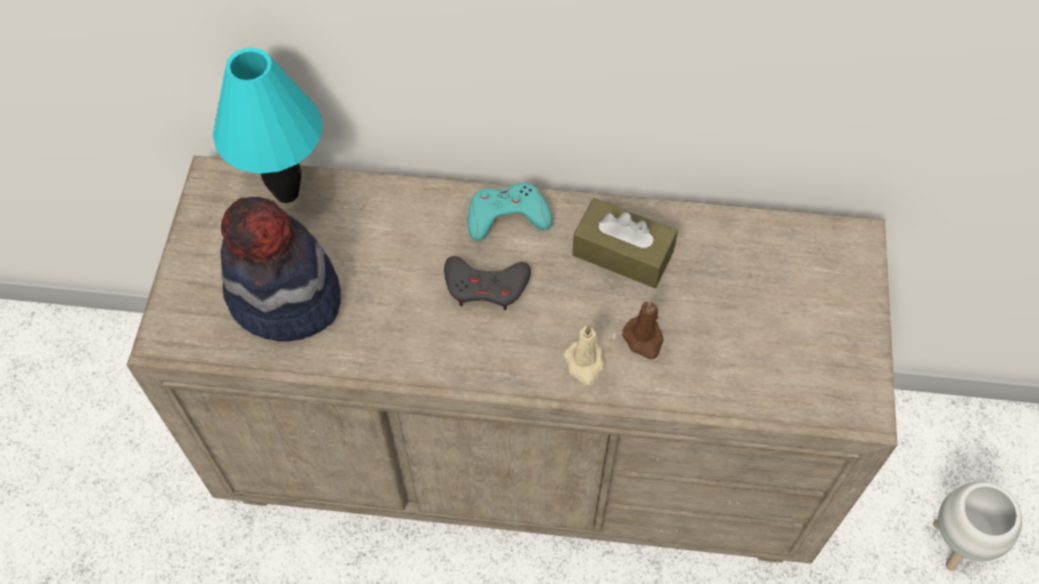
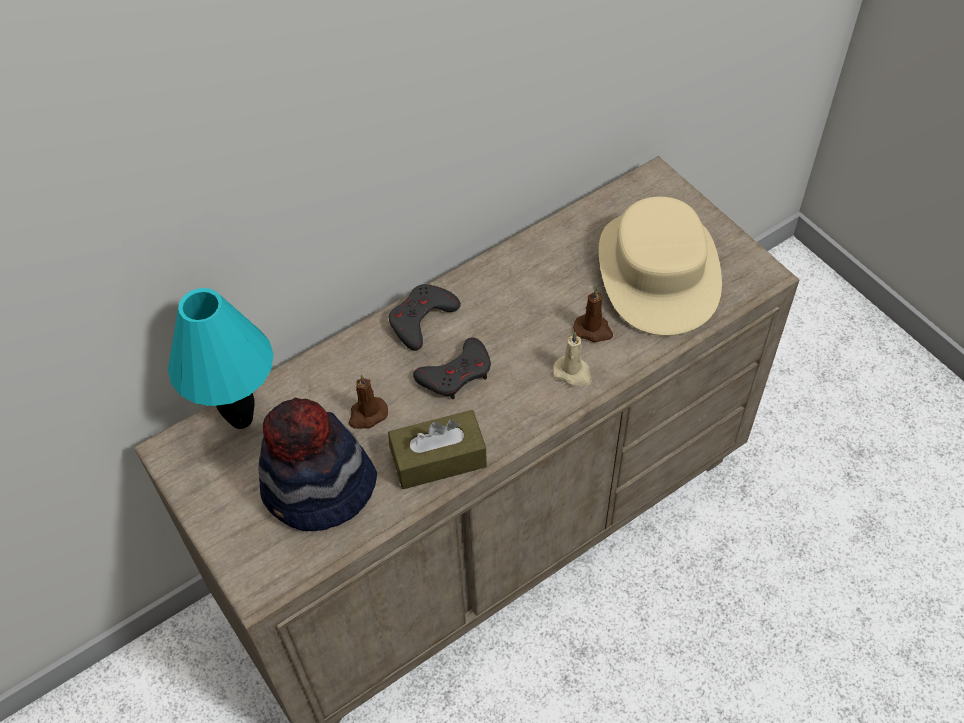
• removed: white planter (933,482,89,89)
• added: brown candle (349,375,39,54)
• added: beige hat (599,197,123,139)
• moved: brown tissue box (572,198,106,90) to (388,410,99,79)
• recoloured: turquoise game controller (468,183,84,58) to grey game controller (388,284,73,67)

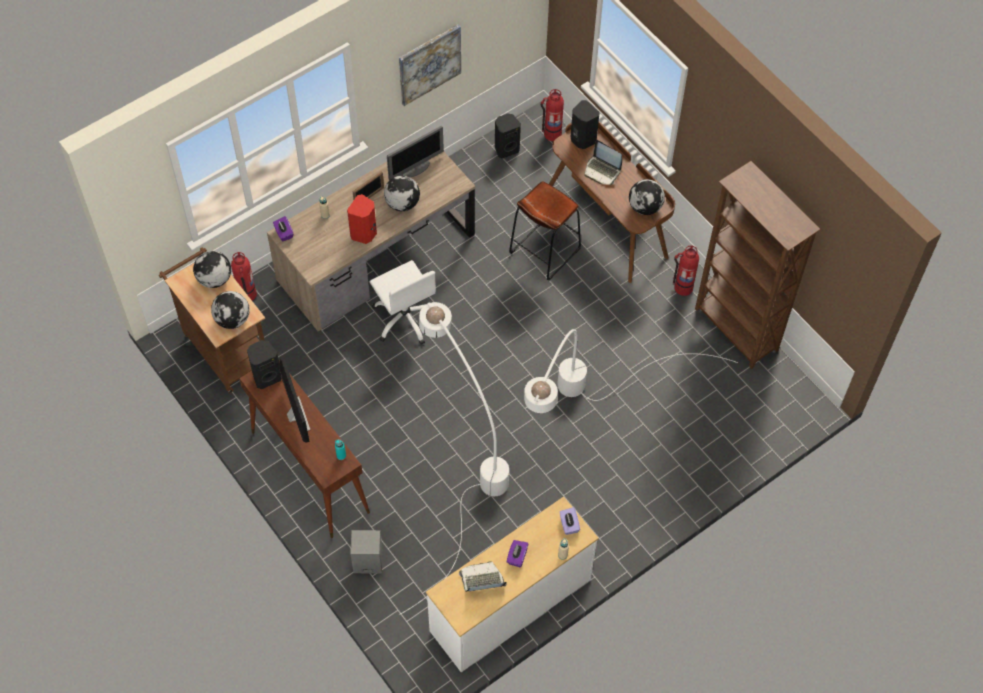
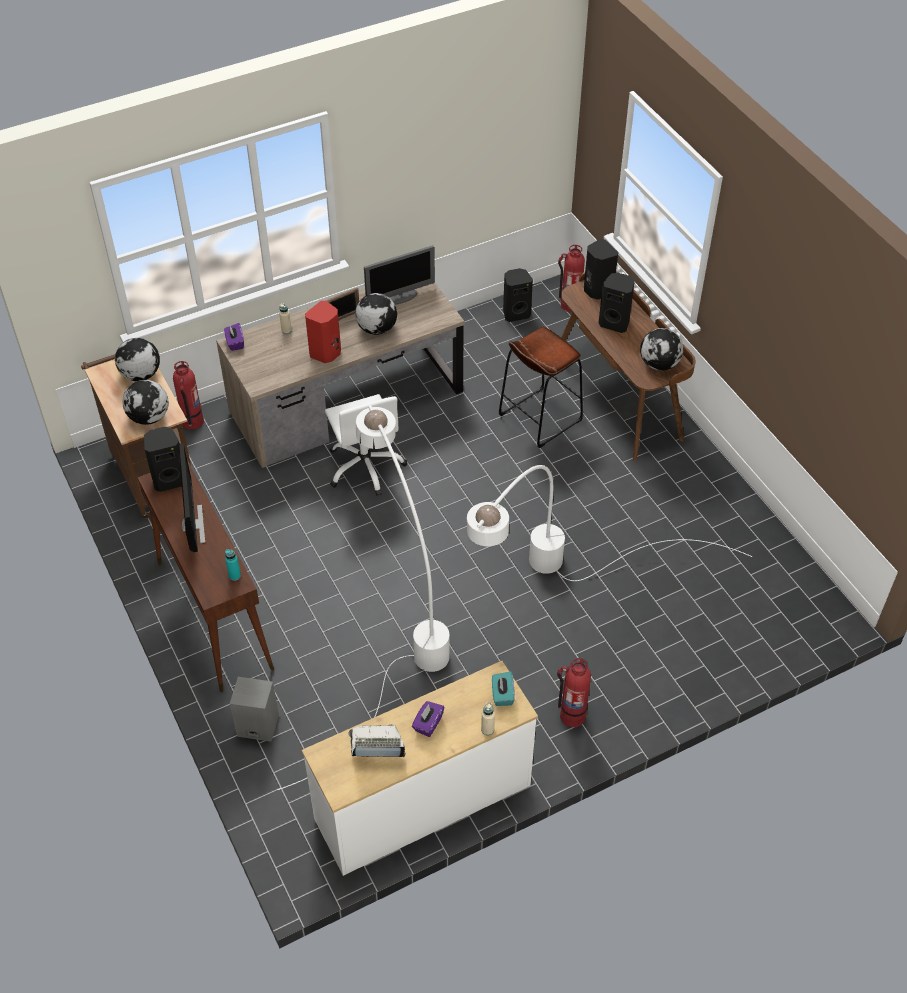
• removed: picture (399,24,62,82)
• removed: brown bookcase (695,161,126,208)
• moved: fire extinguisher (673,245,26,51) to (557,658,34,69)
• replaced: laptop (584,140,38,45) to black speaker (599,273,36,60)
• recoloured: purple tissue box (560,507,20,28) to turquoise tissue box (492,672,23,34)

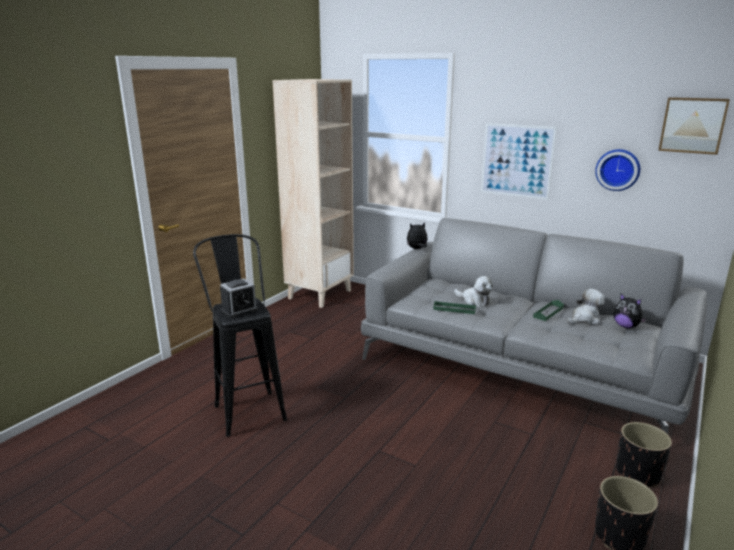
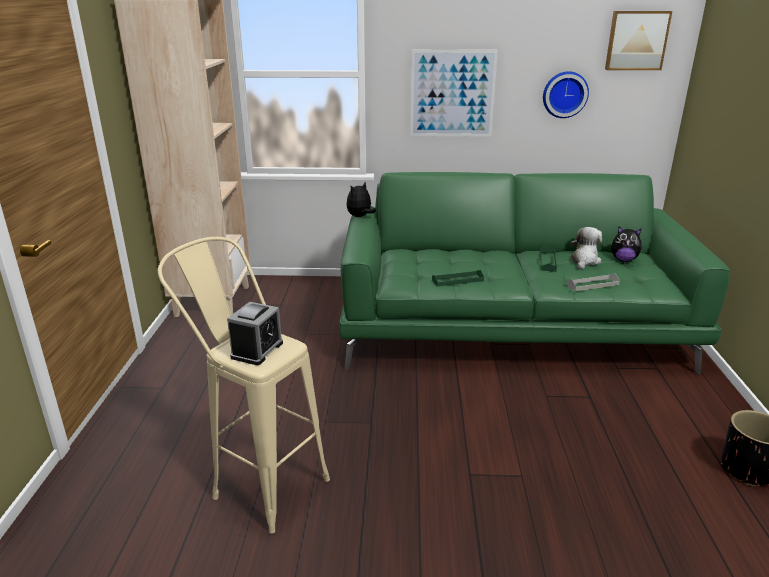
• removed: plush toy (454,276,39,31)
• removed: black planter (616,422,56,65)
• added: grey tray (567,274,53,17)
• recoloured: black stool (193,234,94,203) to beige stool (158,237,172,297)
• recoloured: grey sofa (361,218,346,216) to green sofa (339,172,391,203)

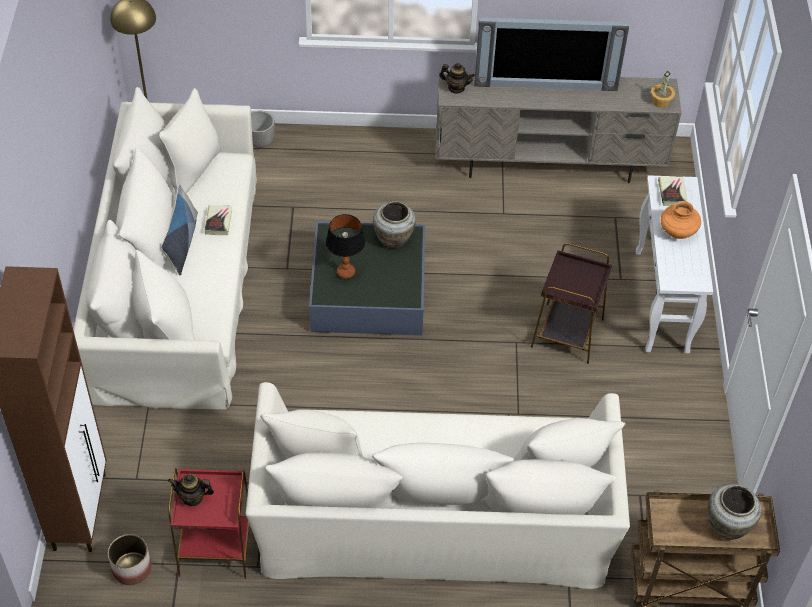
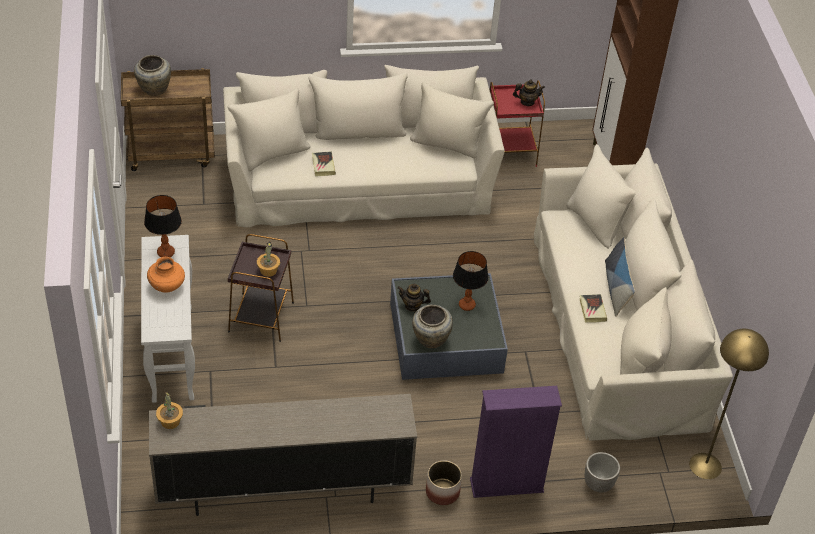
• removed: television (474,17,155,74)
• added: table lamp (144,195,38,62)
• added: potted plant (257,241,23,36)
• added: purple bookcase (470,386,92,112)
• moved: planter (108,534,44,51) to (426,460,36,45)
• moved: teapot (439,63,36,30) to (397,284,34,28)
• moved: book (658,176,30,30) to (312,152,24,24)

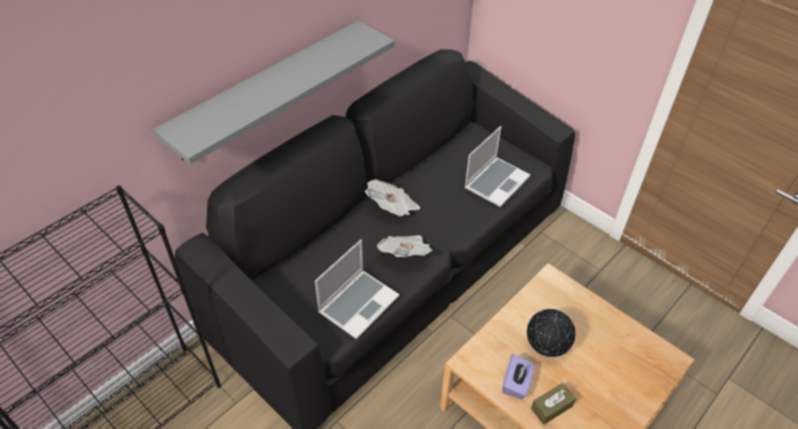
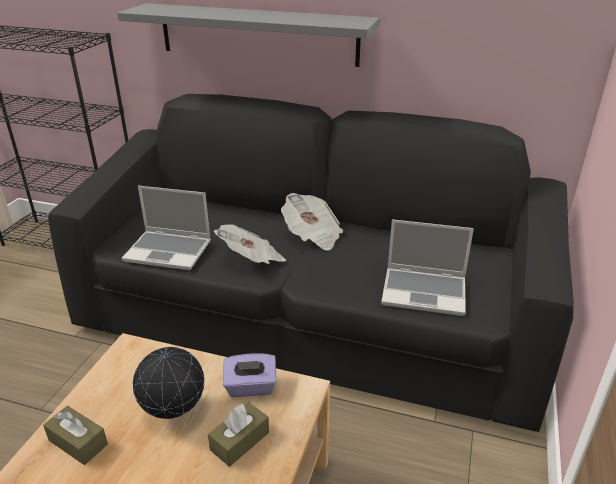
• added: brown tissue box (208,402,61,65)
• moved: purple tissue box (502,354,32,45) to (223,353,53,44)

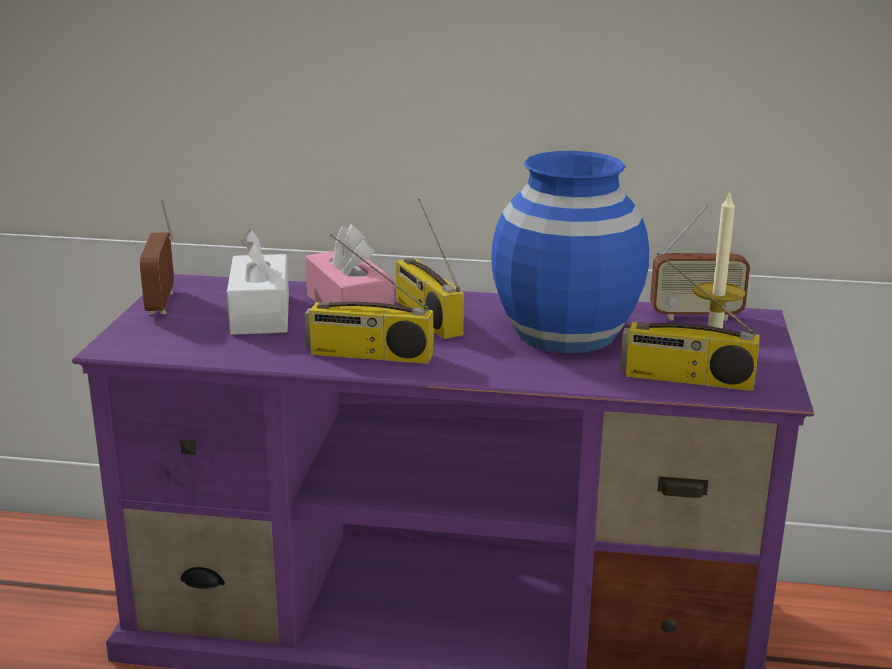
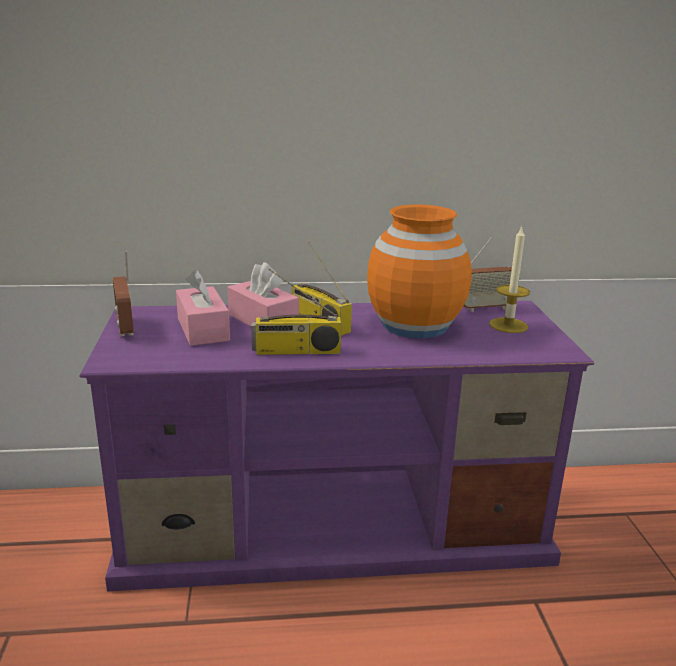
• removed: radio (620,252,140,139)
• recoloured: white tissue box (227,229,62,106) to pink tissue box (176,270,54,76)
• recoloured: blue vase (491,151,158,202) to orange vase (367,204,105,135)

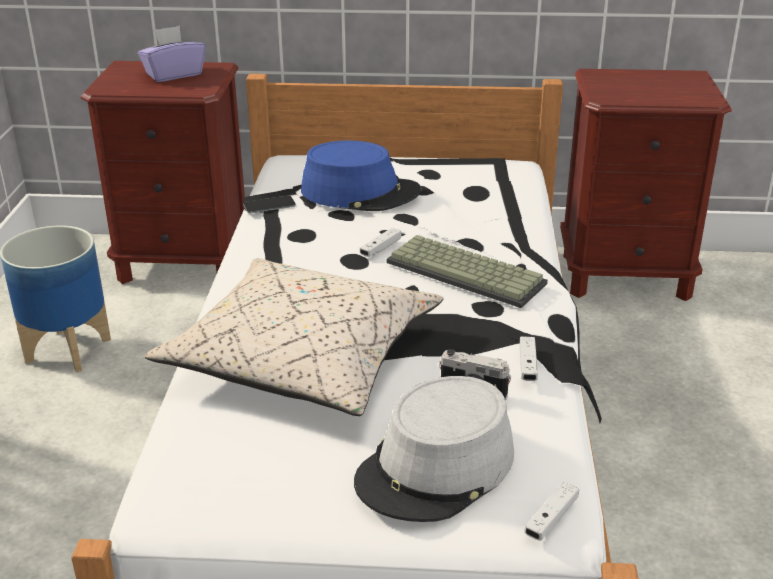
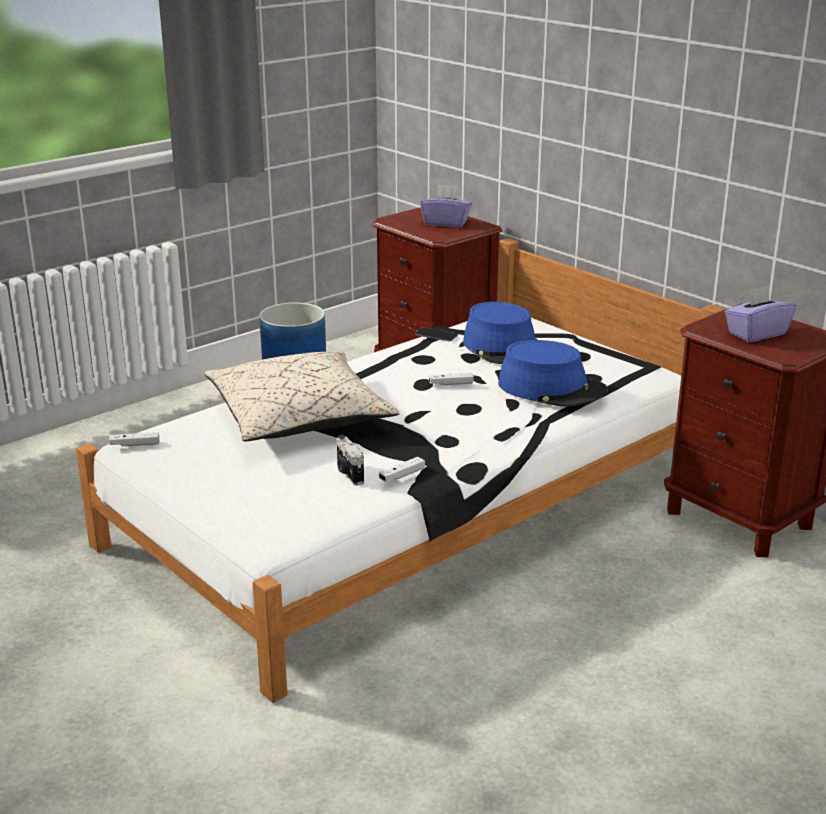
• removed: grey hat (354,376,160,146)
• removed: keyboard (387,235,161,73)
• added: blue hat (498,340,110,67)
• added: purple tissue box (725,285,71,57)
• moved: white game controller (524,482,55,58) to (109,432,50,15)

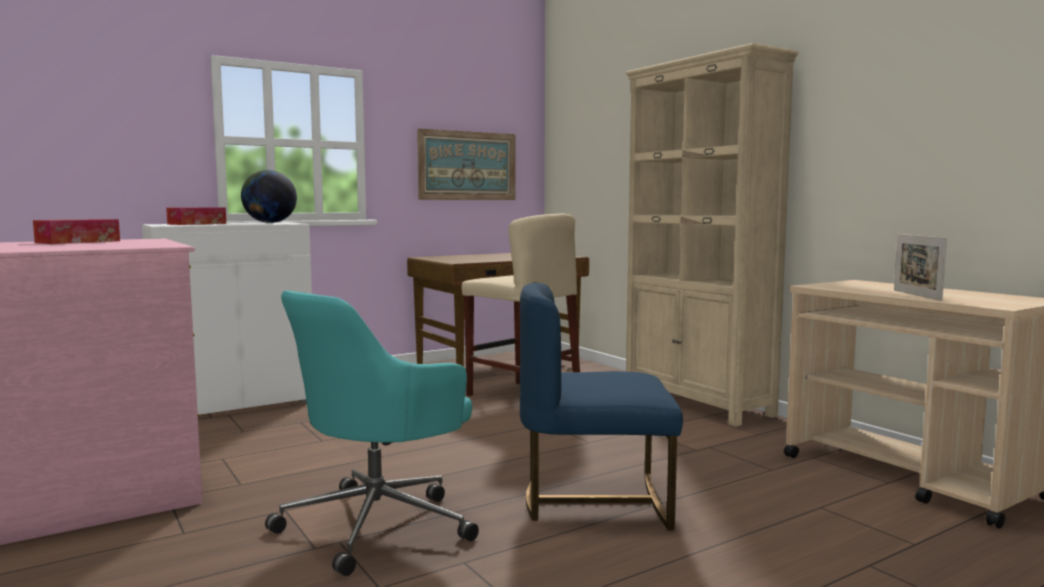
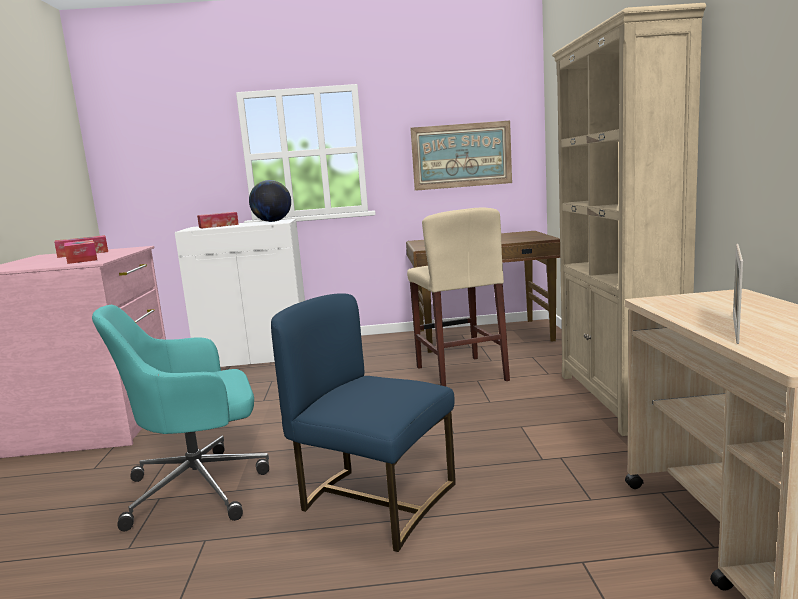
• added: tissue box (64,240,33,24)

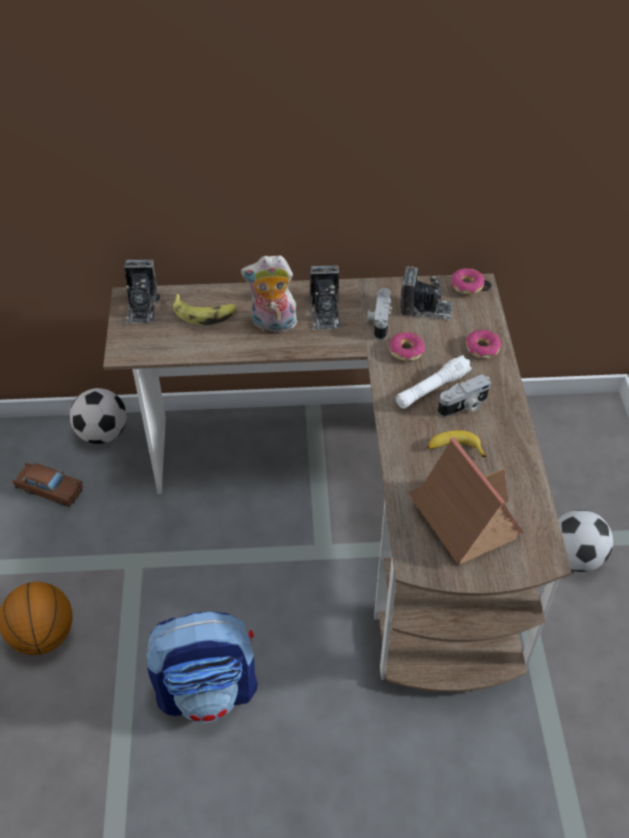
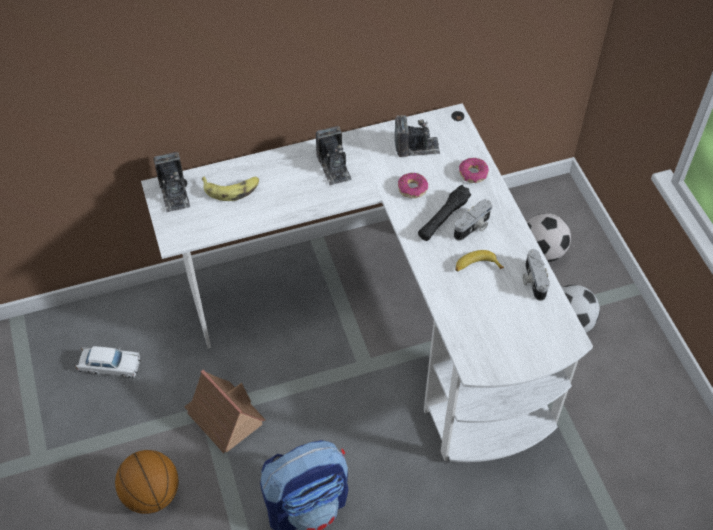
• removed: plush toy (241,255,56,77)
• removed: donut (452,268,32,26)
• moved: football (70,388,57,56) to (527,213,44,49)
• moved: photo camera (367,288,25,52) to (523,249,27,52)
• moved: toy house (408,437,116,128) to (184,370,82,83)
• recoloured: brown toy car (12,463,71,44) to white toy car (76,346,65,32)
• recoloured: brown desk (103,273,469,419) to white desk (141,103,452,359)
• recoloured: white flashlight (396,355,76,54) to black flashlight (418,185,53,56)

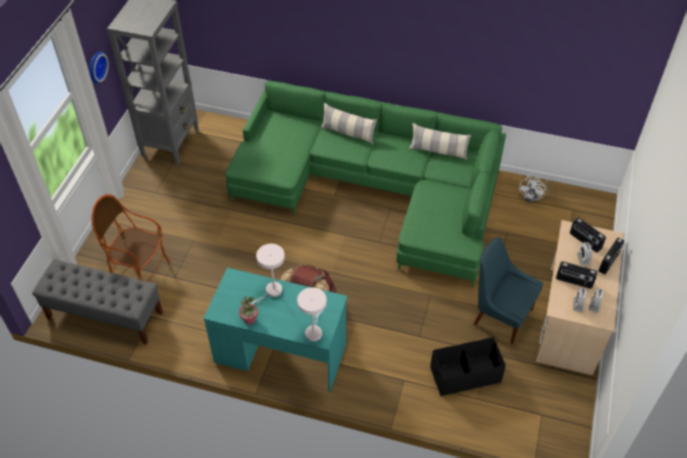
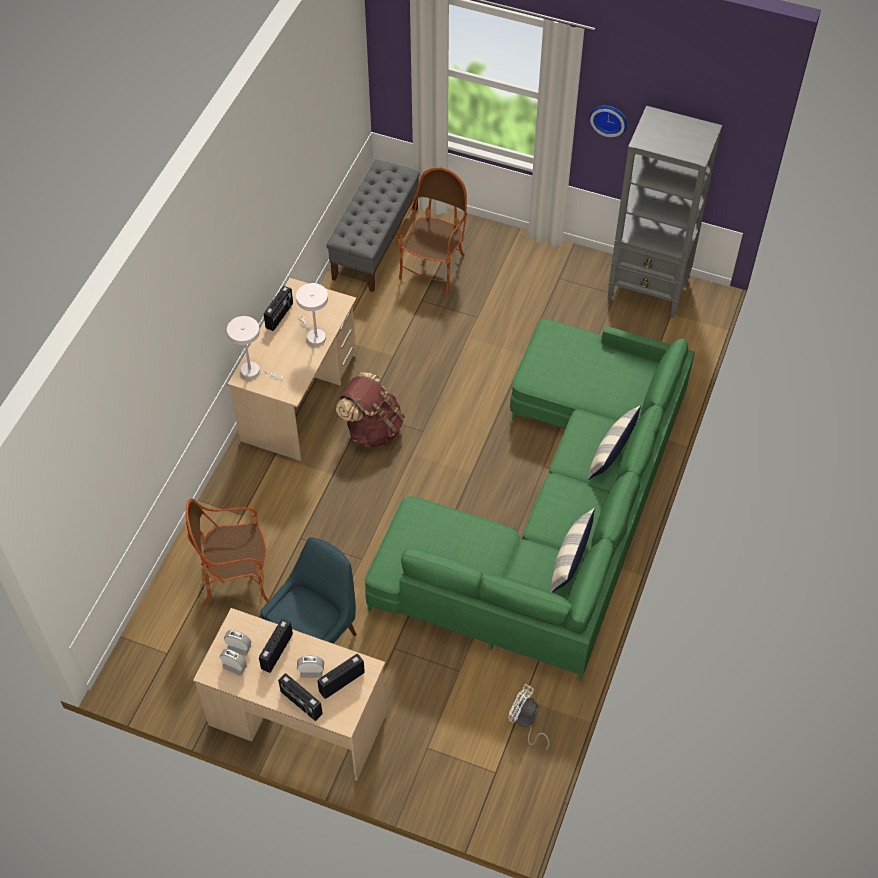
• replaced: potted plant (239,296,19,29) to radio (264,286,29,45)
• replaced: black storage box (430,337,76,59) to armchair (185,498,85,108)
• recoloured: turquoise desk (203,268,144,124) to beige desk (227,278,129,183)

